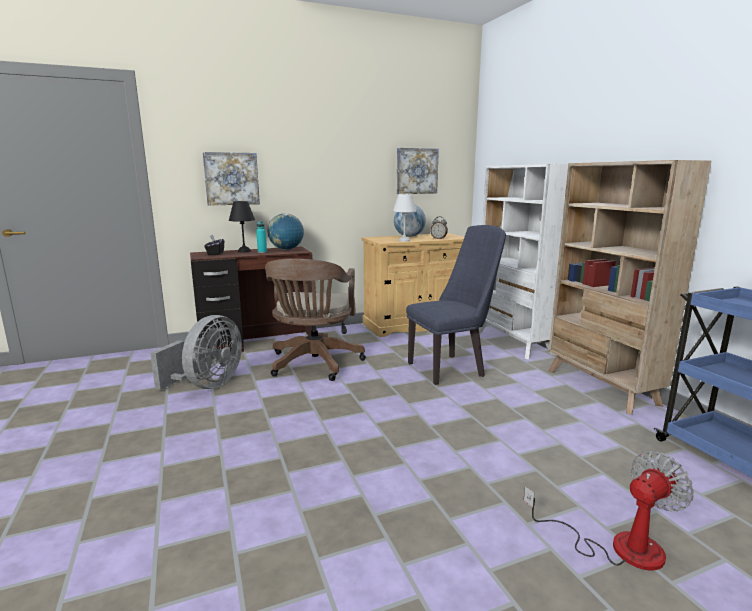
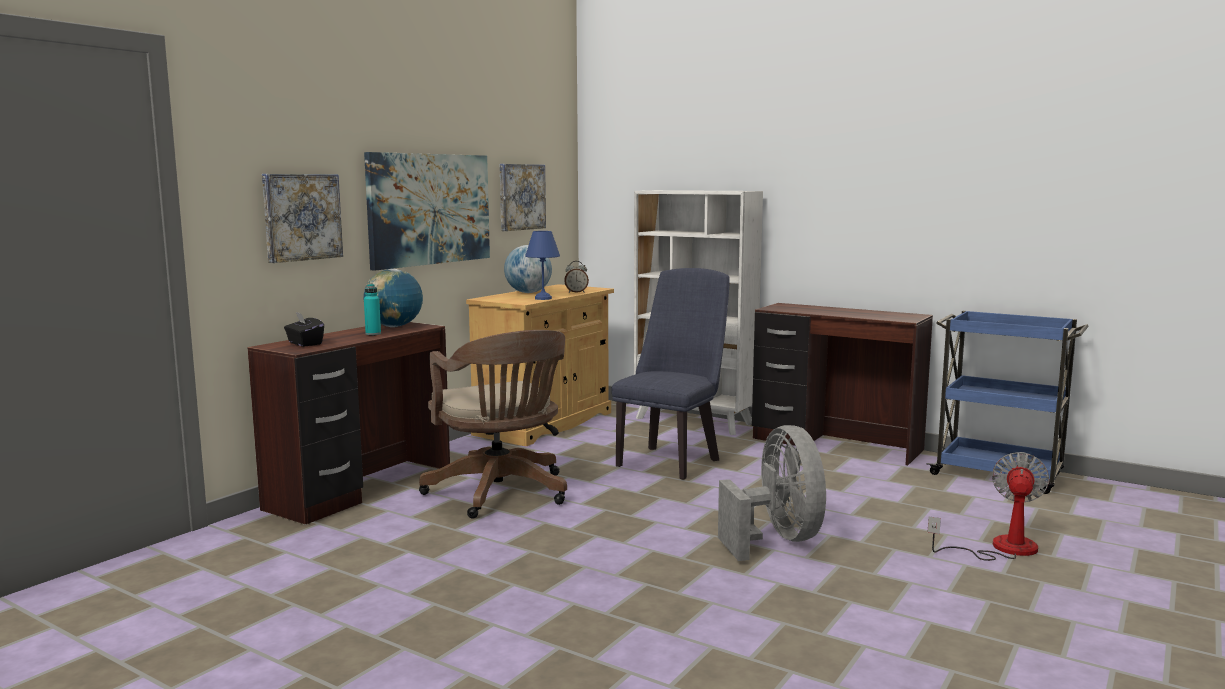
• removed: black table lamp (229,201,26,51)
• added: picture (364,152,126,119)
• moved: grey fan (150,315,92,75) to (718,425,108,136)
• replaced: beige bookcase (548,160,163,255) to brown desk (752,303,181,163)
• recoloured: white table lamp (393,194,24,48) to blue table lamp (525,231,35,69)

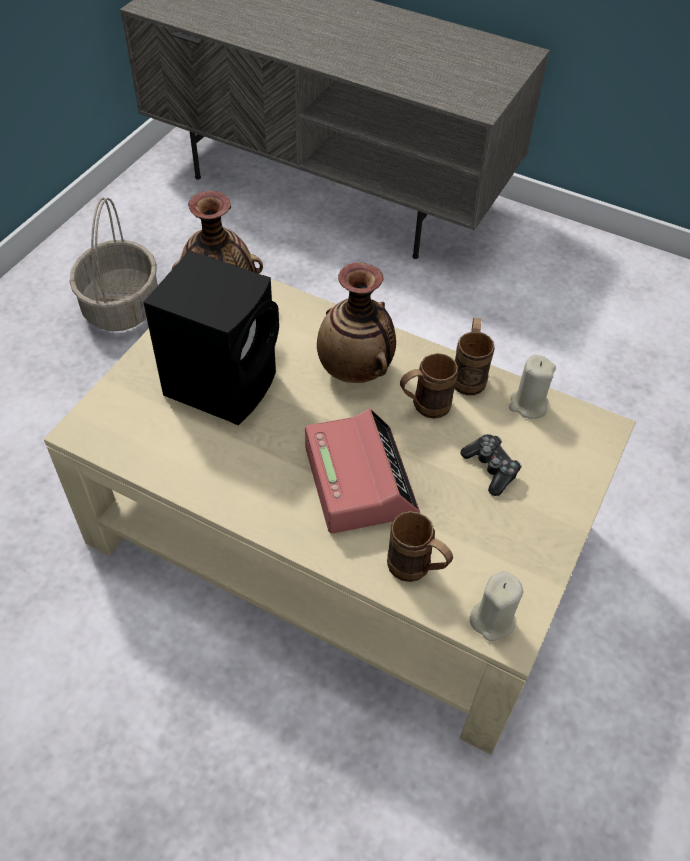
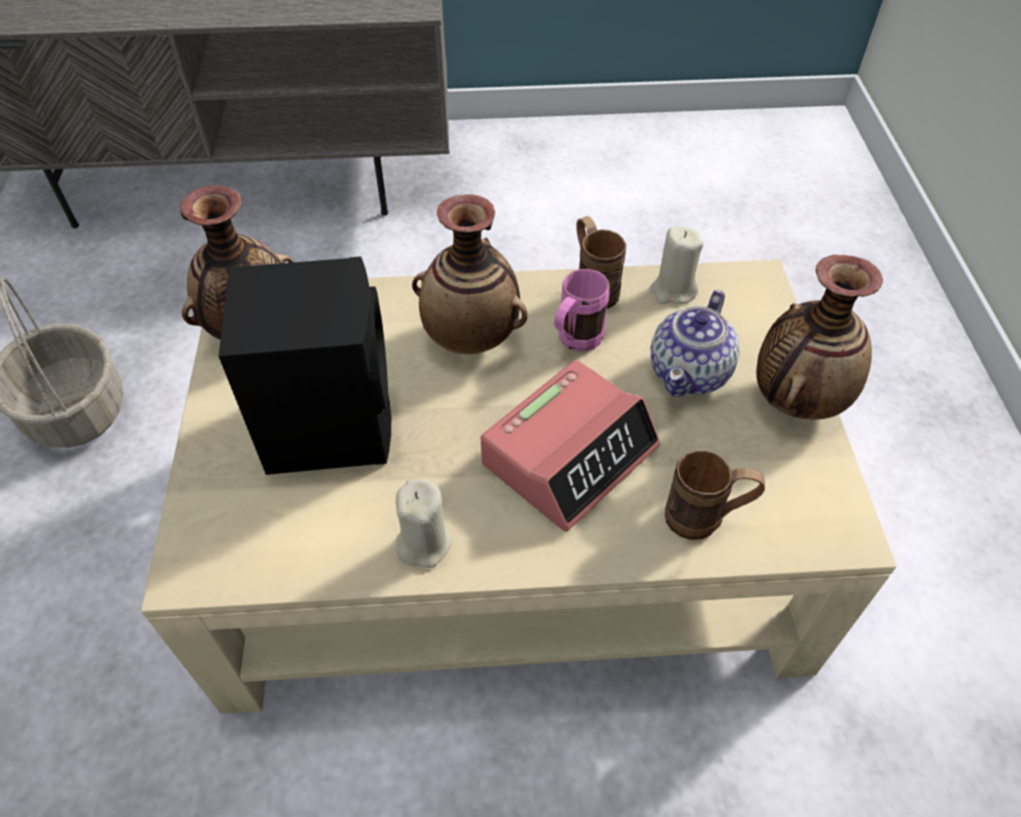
• added: vase (756,255,127,164)
• moved: beige candle (470,571,53,70) to (396,479,56,89)
• replaced: game controller (460,434,62,62) to teapot (651,290,89,107)
• recoloured: brown mug (400,353,58,66) to pink mug (554,269,56,82)
• turned: alarm clock (305,409,115,125) = (481,360,179,172) 90 degrees clockwise

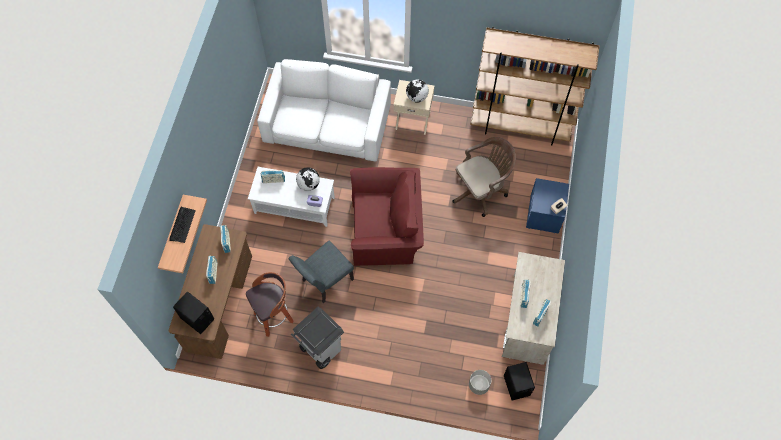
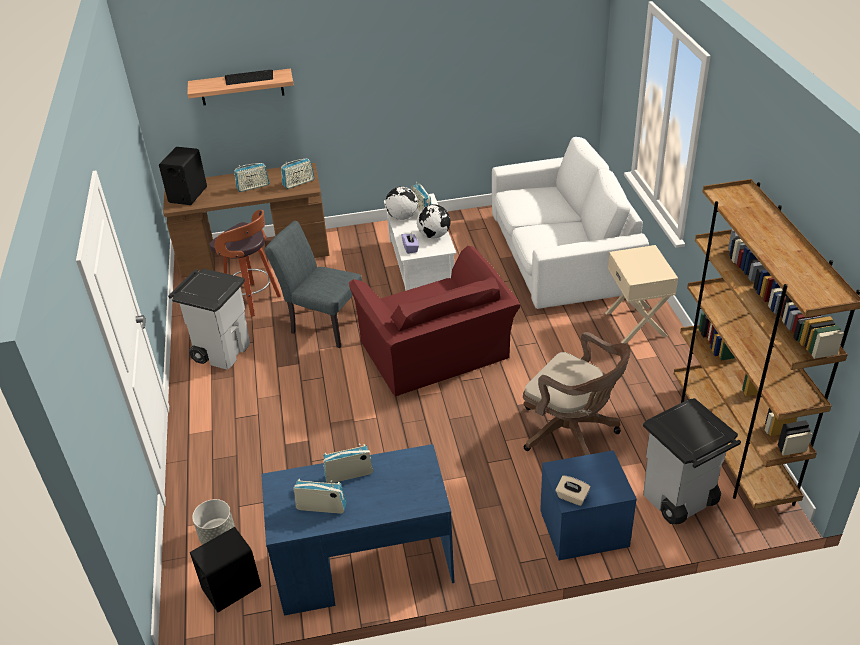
• added: grey trash can (643,398,98,126)
• moved: globe (406,80,23,22) to (385,187,33,33)
• recoloured: beige desk (502,252,63,113) to blue desk (261,444,194,172)

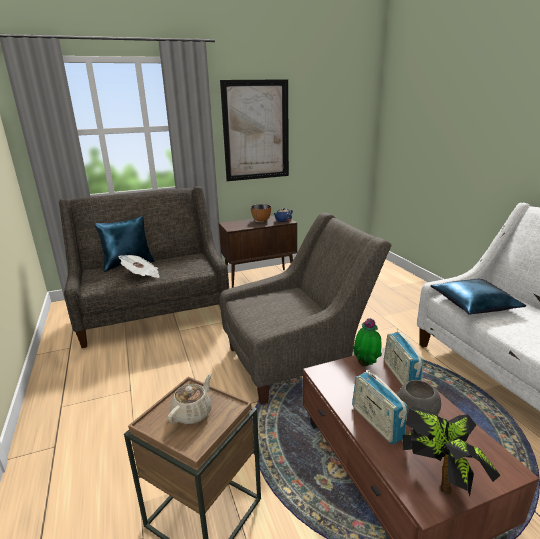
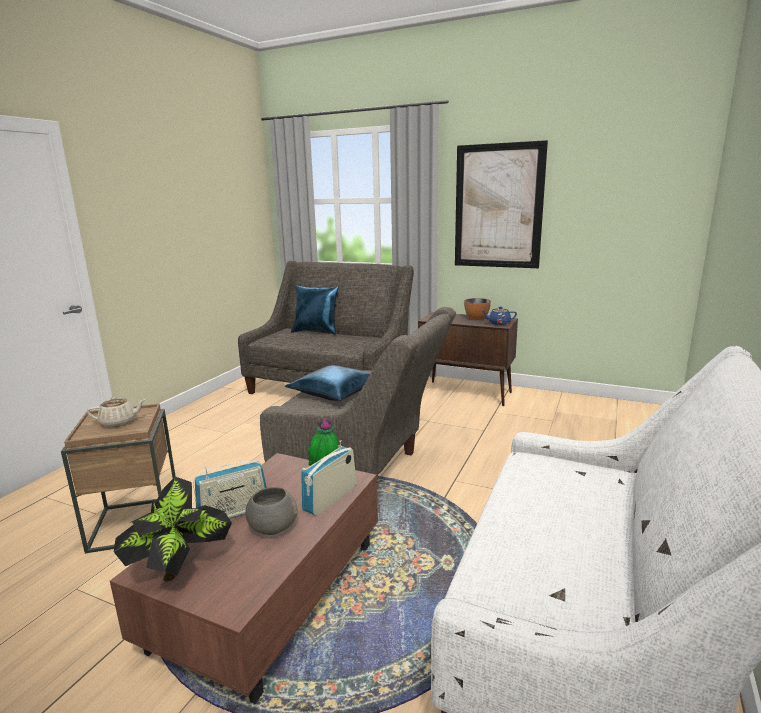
• removed: newspaper (119,255,41,23)
• moved: blue pillow (430,279,96,36) to (285,365,85,36)
• turned: radio (352,370,55,74) = (193,461,74,58) 135 degrees counterclockwise

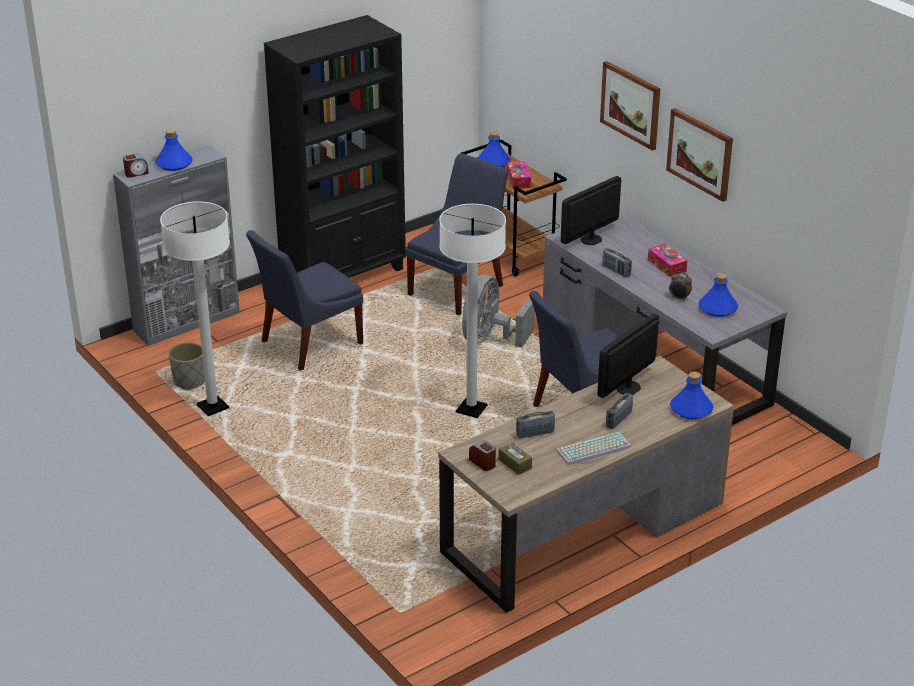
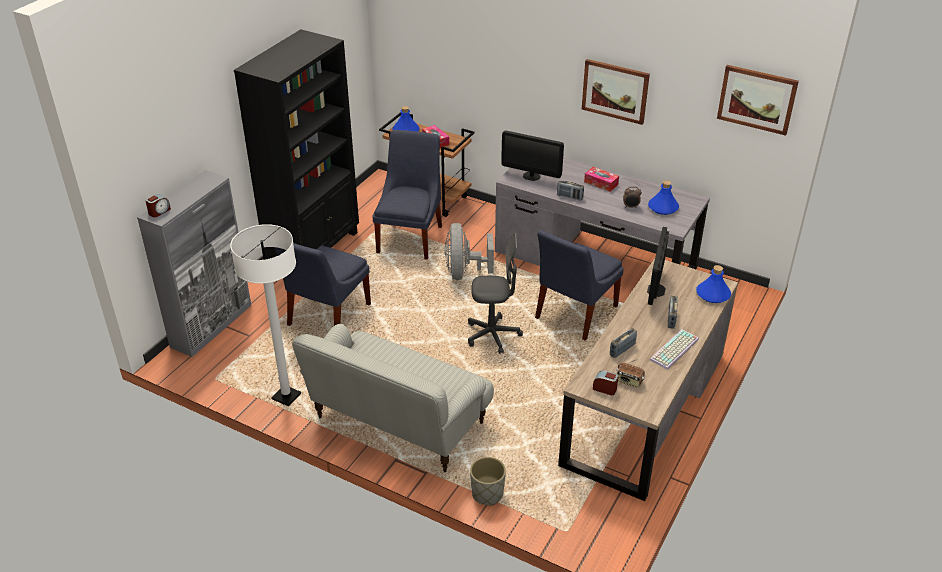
• removed: blue bottle (155,129,38,42)
• added: sofa (292,324,202,148)
• moved: grey planter (169,342,36,48) to (470,457,36,49)
• moved: picture (600,61,60,90) to (717,65,82,71)
• replaced: white floor lamp (439,204,67,214) to grey office chair (468,233,55,121)
• replaced: brown tissue box (499,442,33,33) to radio (616,359,29,29)
• turned: monitor (561,176,60,69) = (501,131,63,50) 90 degrees counterclockwise

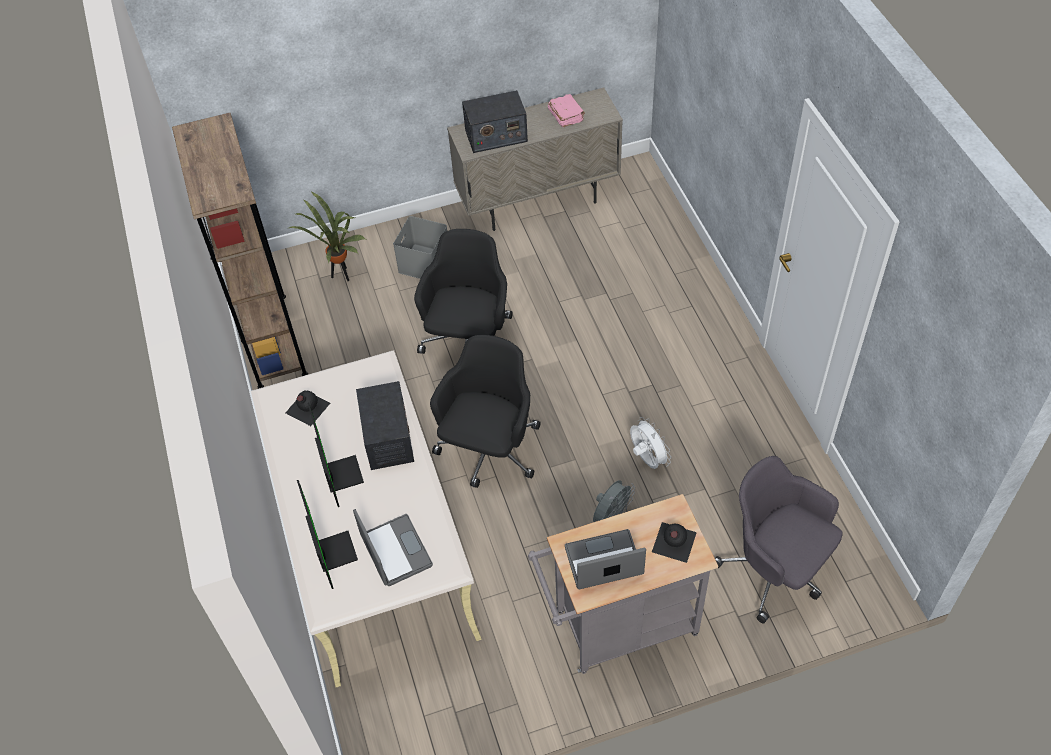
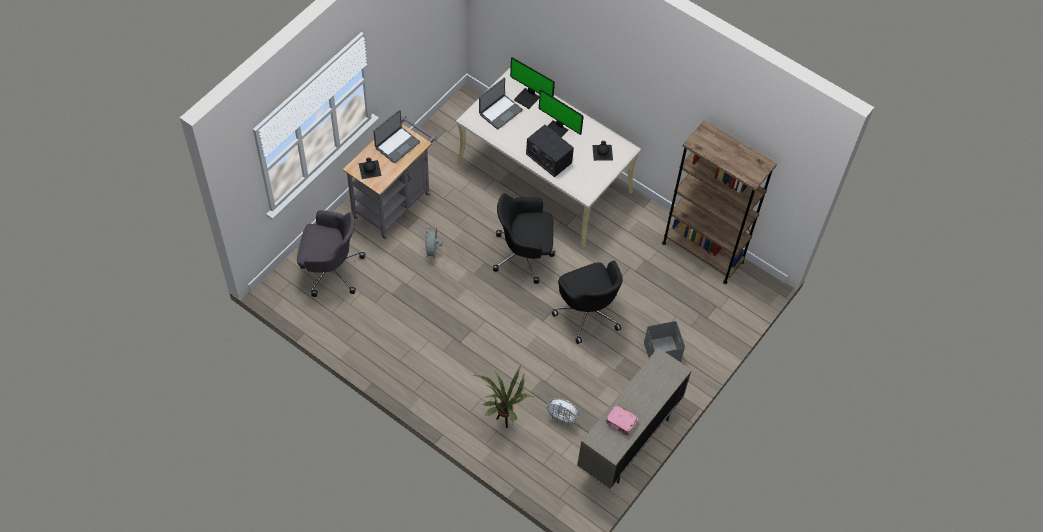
• removed: radio (462,90,66,63)
• moved: potted plant (289,191,77,90) to (472,365,64,63)
• moved: white fan (630,417,41,52) to (544,398,36,28)
• turned: laptop (353,509,80,77) = (479,78,44,51) 75 degrees counterclockwise
• turned: black office chair (430,335,111,153) = (493,194,62,90) 105 degrees clockwise

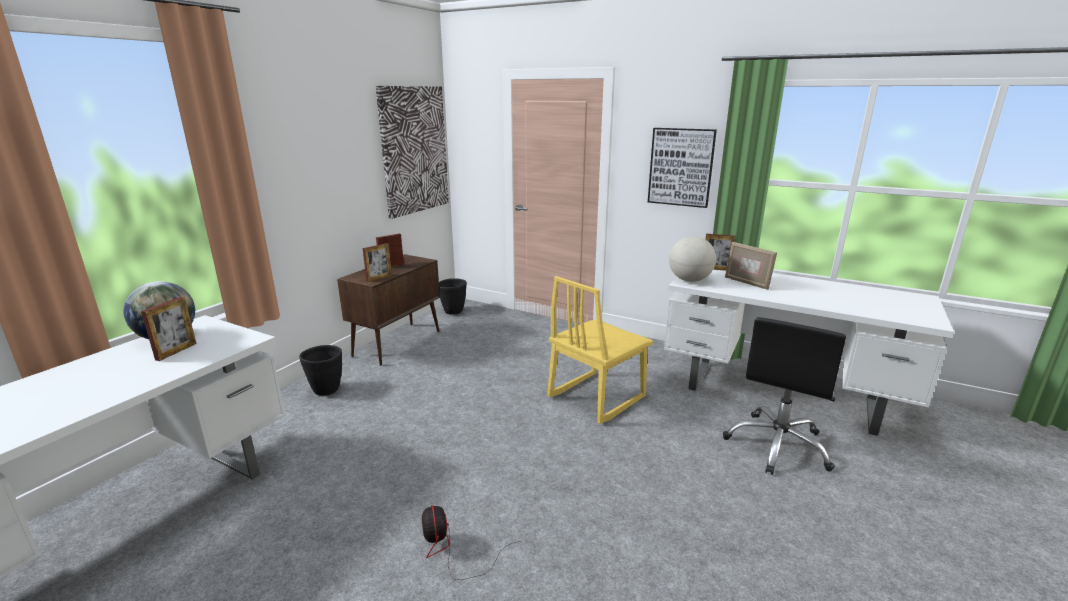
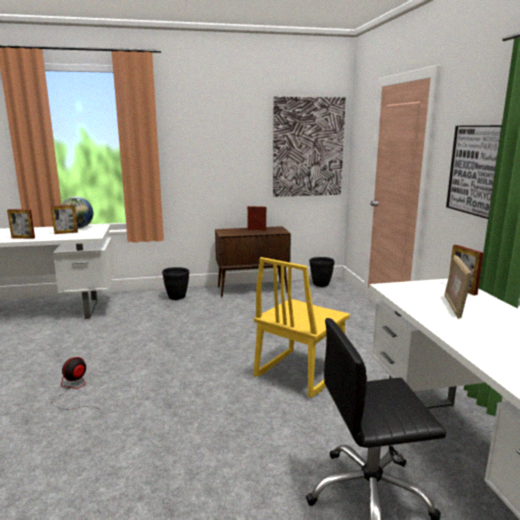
• removed: globe (669,236,47,46)
• moved: picture frame (363,243,29,39) to (7,209,28,30)
• turned: yellow chair (547,276,106,148) = (254,257,96,141) 60 degrees counterclockwise

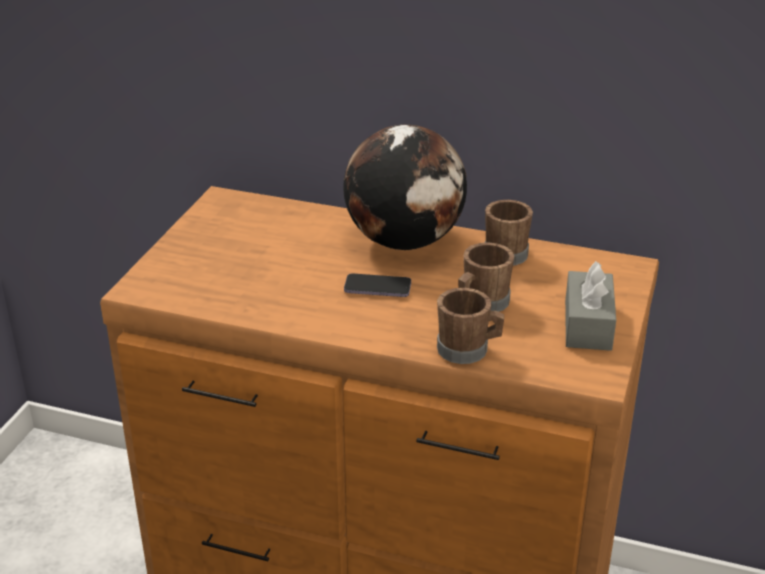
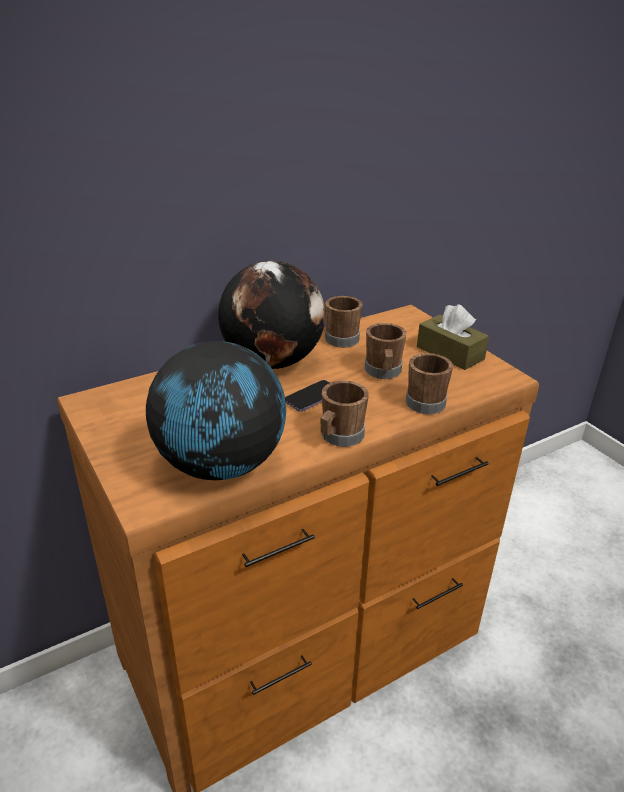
• added: globe (146,341,140,139)
• added: brown mug (321,380,48,67)
• recoloured: grey tissue box (565,261,51,90) to brown tissue box (417,304,72,66)

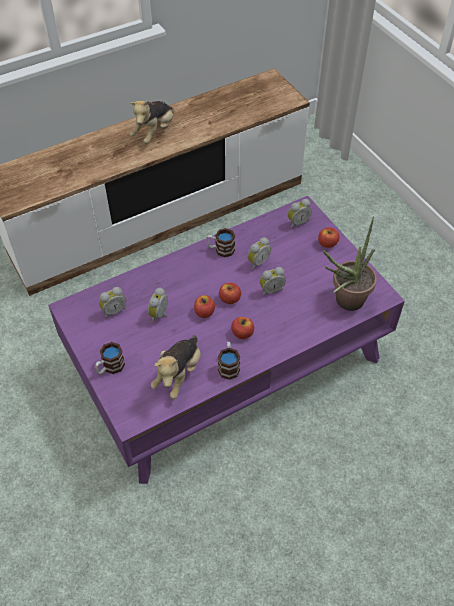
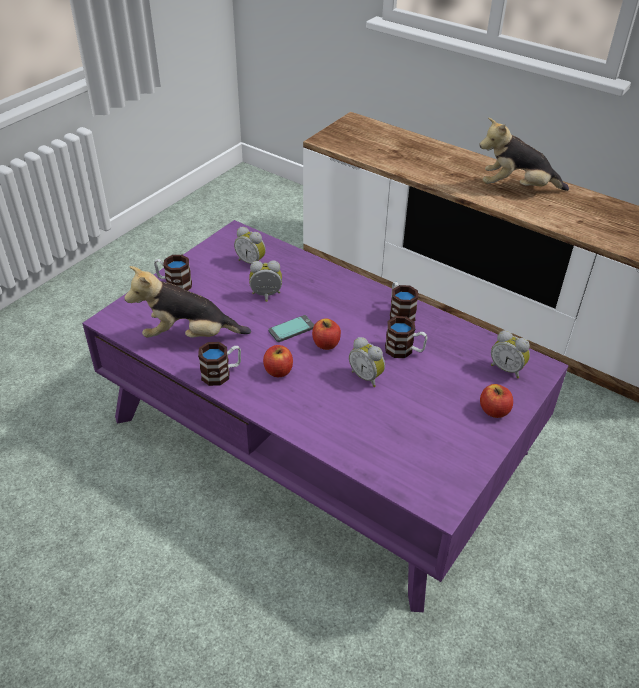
• removed: potted plant (323,217,54,94)
• replaced: apple (194,295,21,23) to phone (268,315,46,27)
• replaced: alarm clock (247,237,24,33) to mug (385,316,42,42)

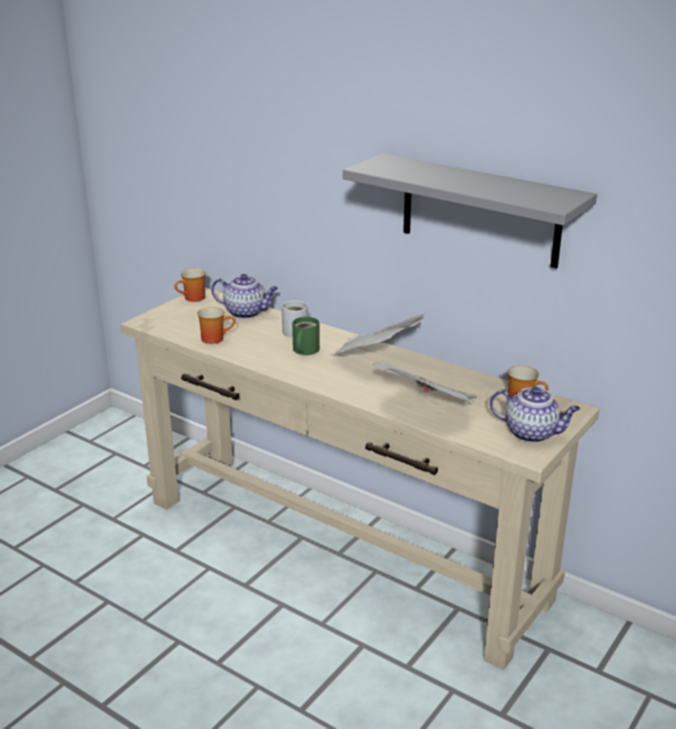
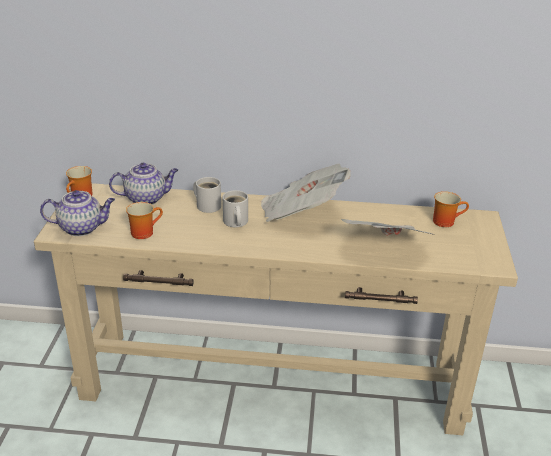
• removed: grey shelf (343,153,254,115)
• moved: teapot (490,387,90,56) to (40,190,75,46)
• recoloured: green mug (292,317,28,38) to white mug (223,190,25,37)

